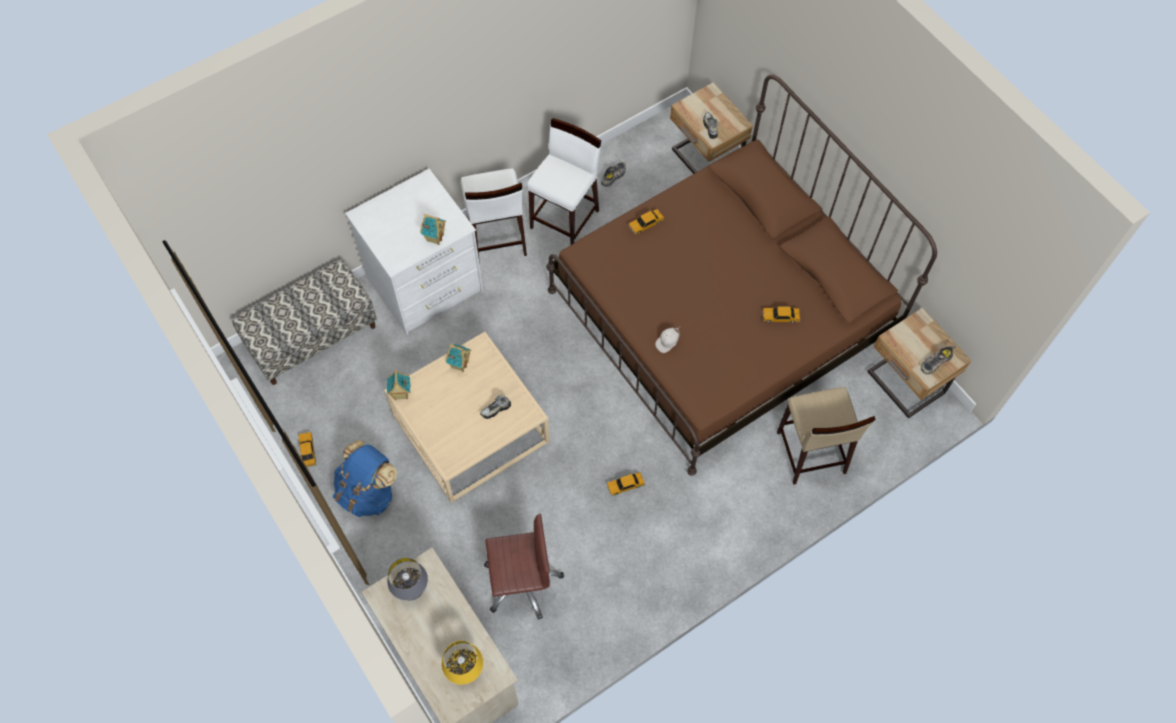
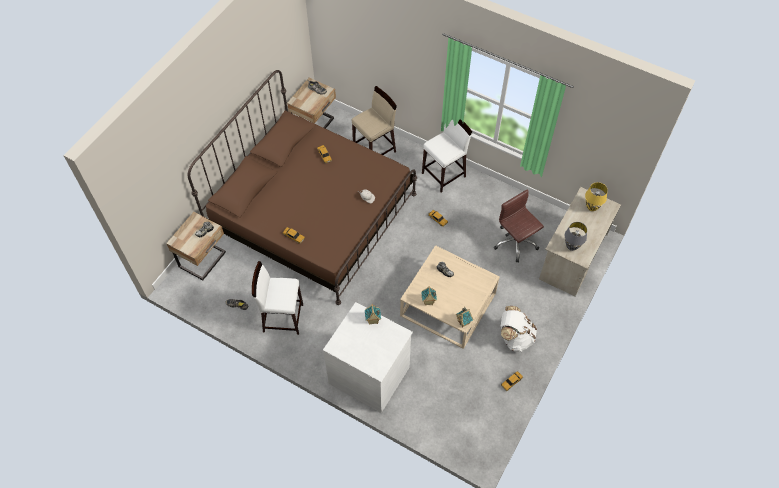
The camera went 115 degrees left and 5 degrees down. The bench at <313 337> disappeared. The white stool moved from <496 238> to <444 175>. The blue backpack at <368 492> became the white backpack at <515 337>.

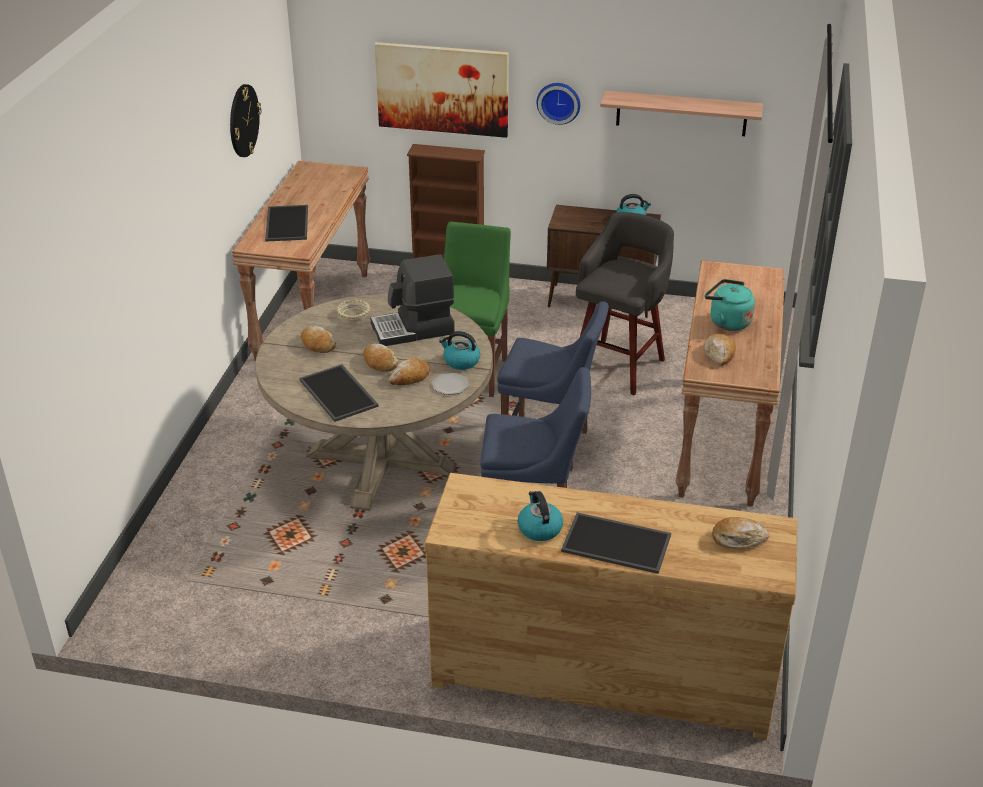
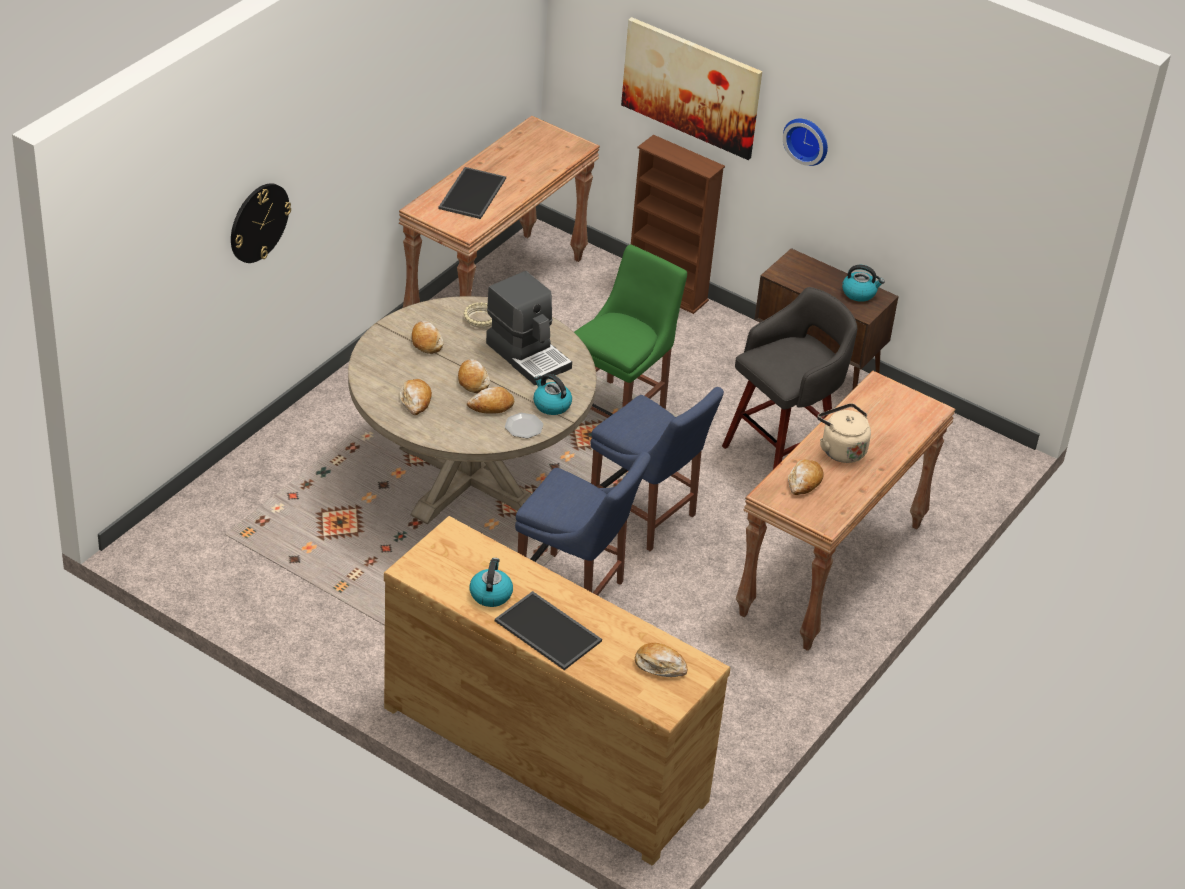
The camera went 20 degrees right and 5 degrees up. The shelf at <681 113> disappeared. The wall clock moved from <243 120> to <258 222>. The tray at <340 393> was replaced by the bread at <415 401>. The turquoise kettle at <727 322> became the beige kettle at <841 449>. The coffee machine at <413 329> turned 135 degrees counterclockwise.

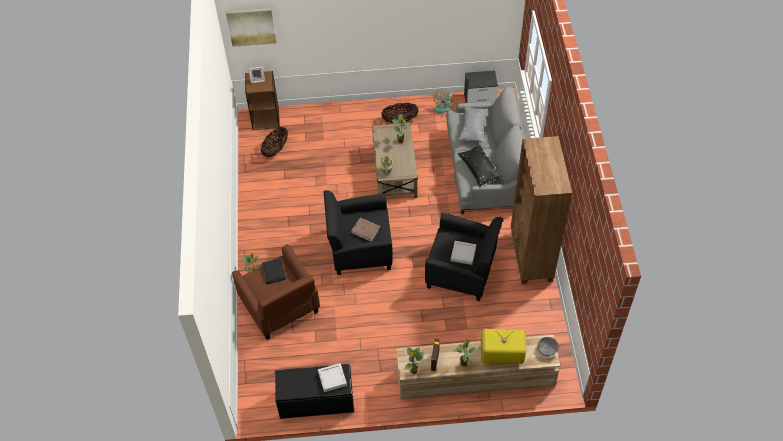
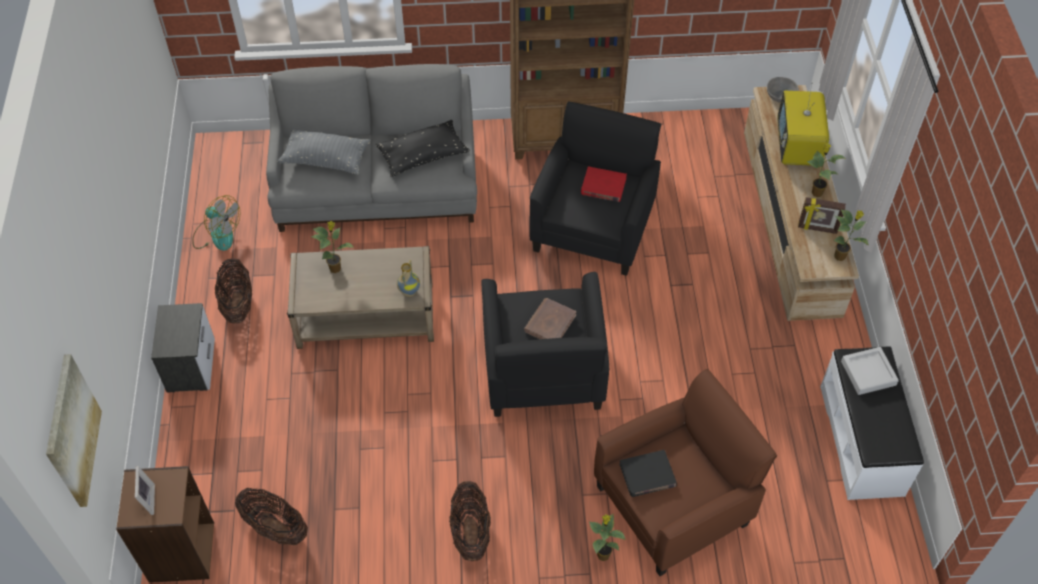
The camera went 90 degrees left and 0 degrees up. The basket at <470 532> appeared. The nightstand moved from <480 100> to <191 364>. The grey tray at <463 254> was replaced by the red book at <603 186>. The black bench at <316 401> became the white bench at <862 440>.

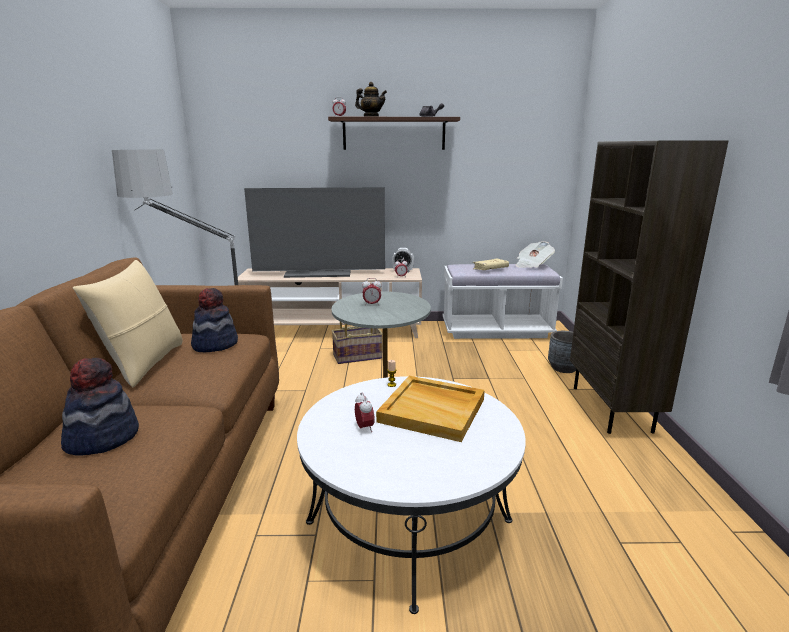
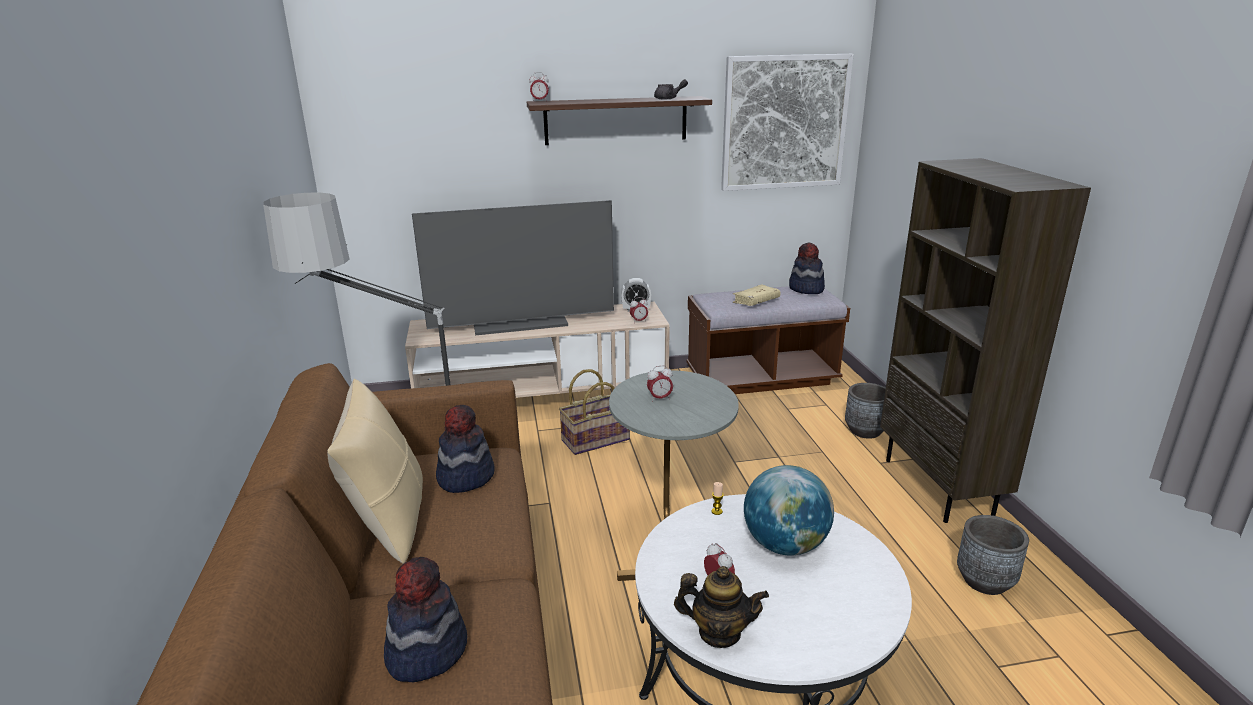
The camera went 10 degrees left and 5 degrees up. The picture at <784 123> appeared. The grey planter at <985 581> appeared. The teapot moved from <371 117> to <719 633>. The beige tray at <433 410> was replaced by the globe at <785 545>. The newspaper at <532 265> was replaced by the hat at <806 289>. The white bench at <496 330> became the brown bench at <761 378>.

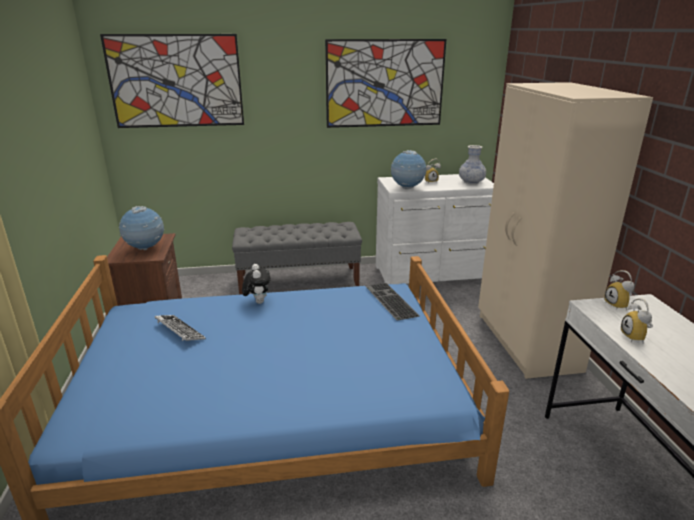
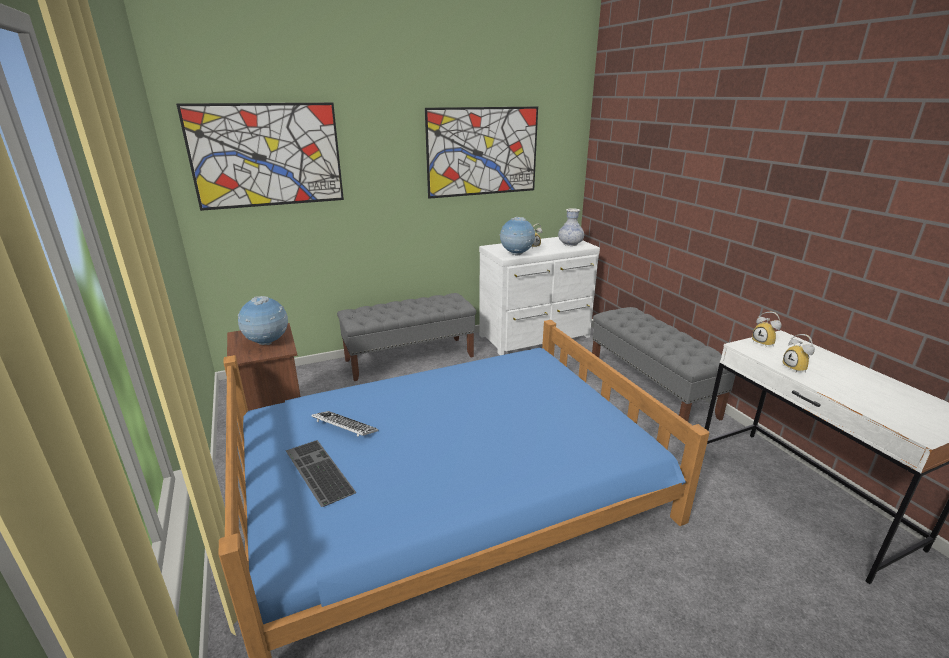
The camera went 15 degrees left and 0 degrees up. The plush toy at <257 301> disappeared. The keyboard moved from <389 300> to <317 471>. The beige wardrobe at <526 343> was replaced by the grey bench at <651 389>.

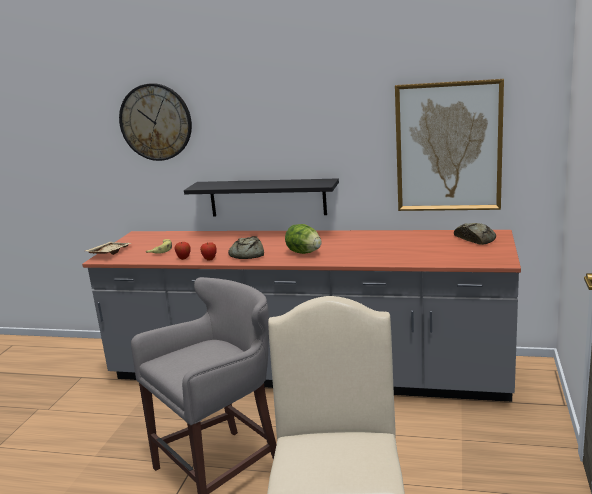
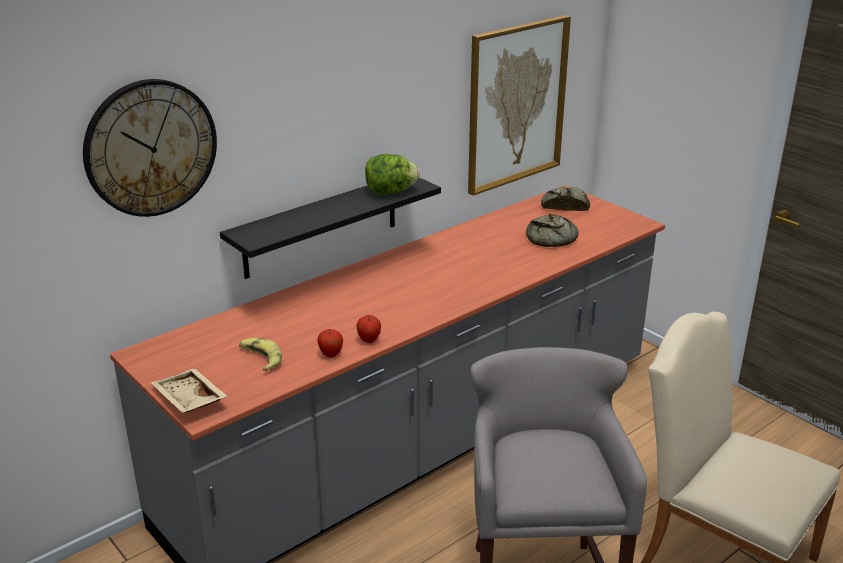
The camera went 55 degrees left and 10 degrees up. The bread moved from <247 254> to <551 239>. The lettuce moved from <304 252> to <390 192>.

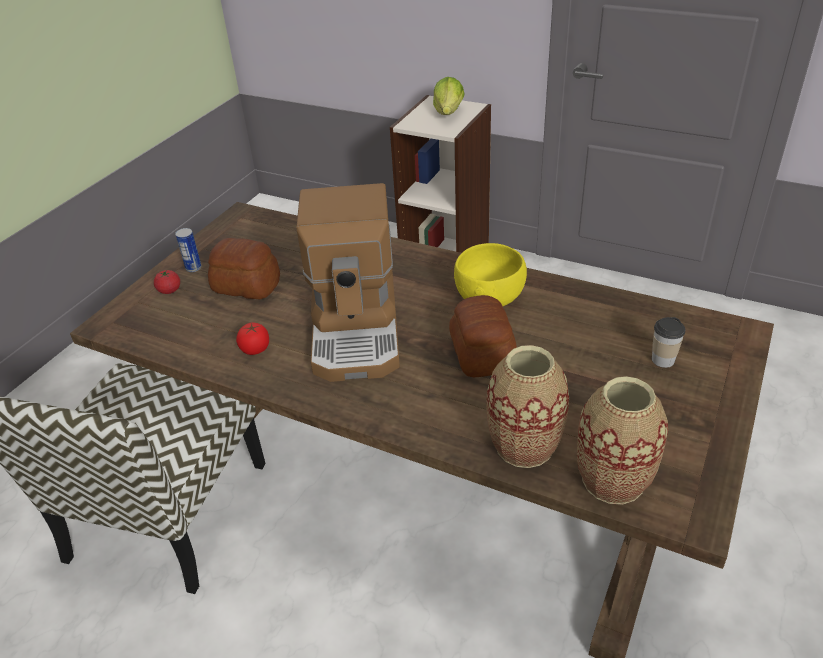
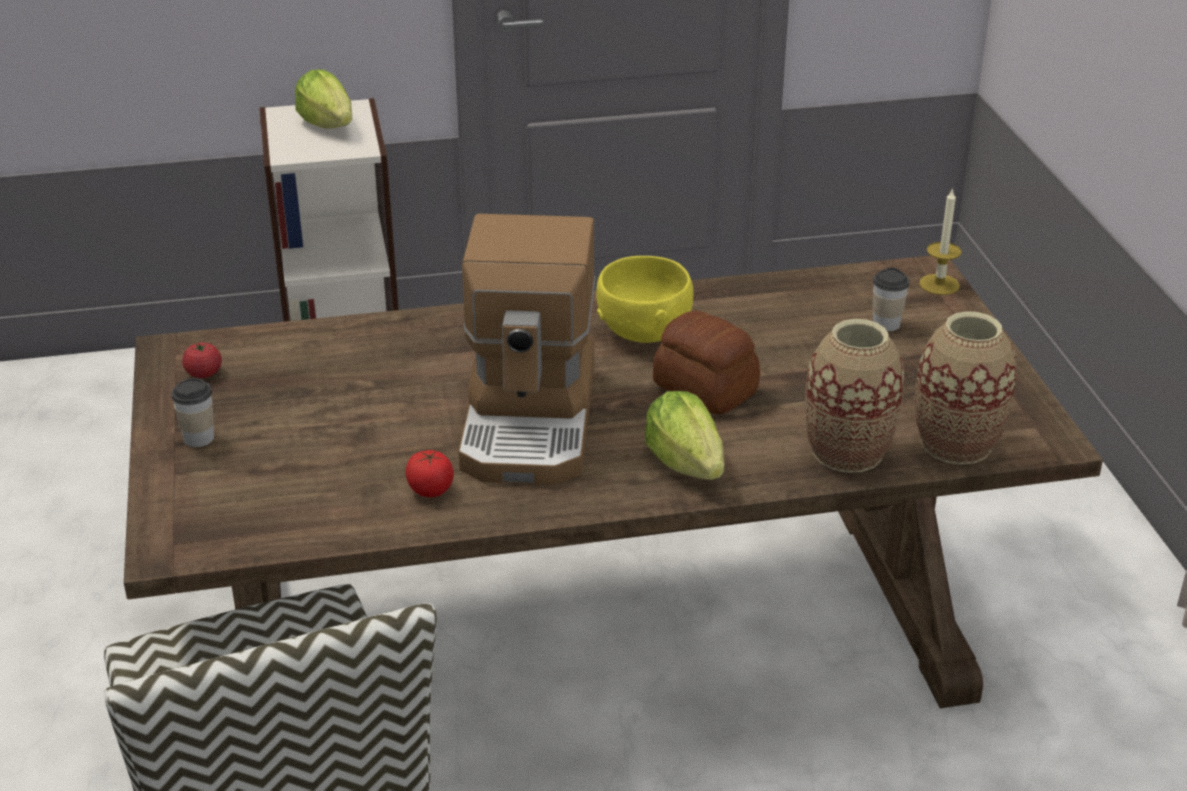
The camera went 40 degrees left and 5 degrees down. The bread at <246 285> disappeared. The lettuce at <686 463> appeared. The candle at <939 284> appeared. The tomato moved from <169 290> to <204 373>. The can at <193 268> was replaced by the cup at <199 438>. The coffee machine at <358 329> turned 45 degrees clockwise.

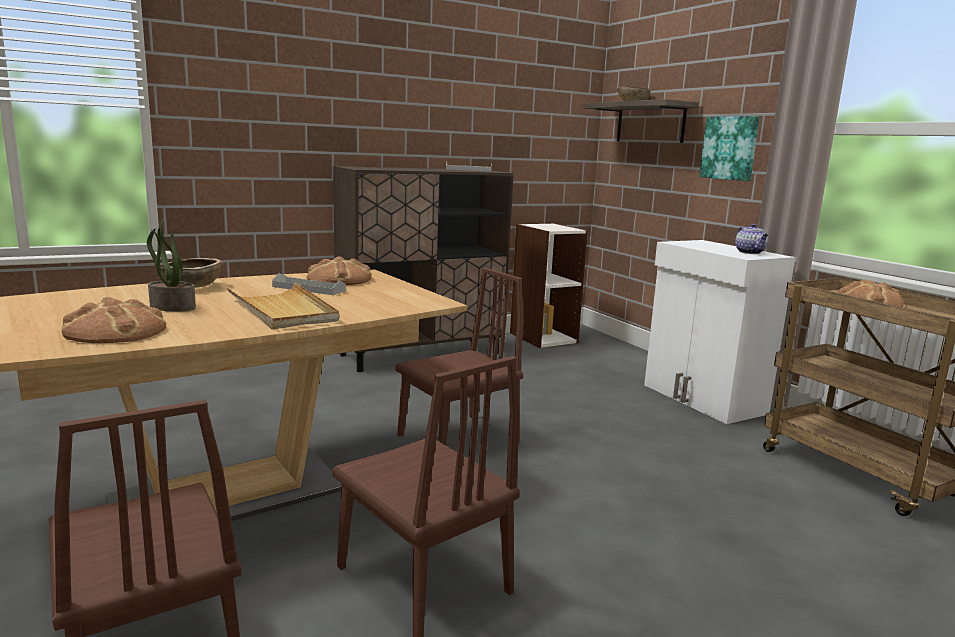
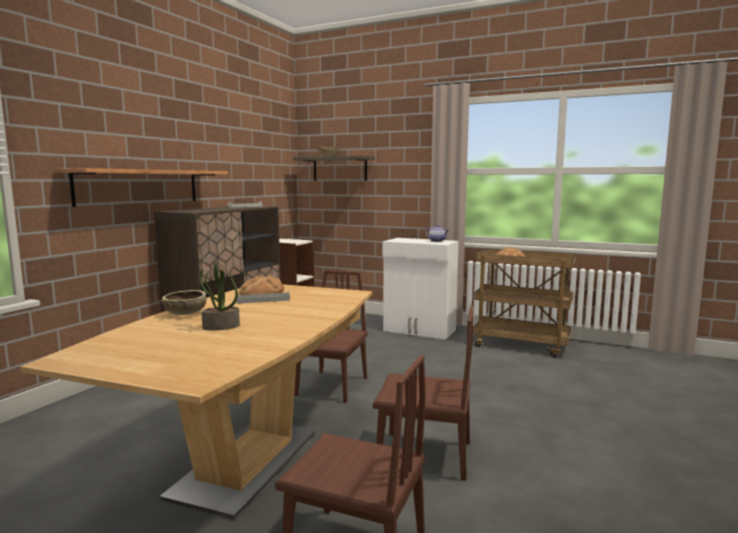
The camera went 35 degrees left and 5 degrees down. The bread at <116 331> disappeared. The beige tray at <283 310> disappeared. The picture at <730 148> disappeared. The shelf at <140 187> appeared.

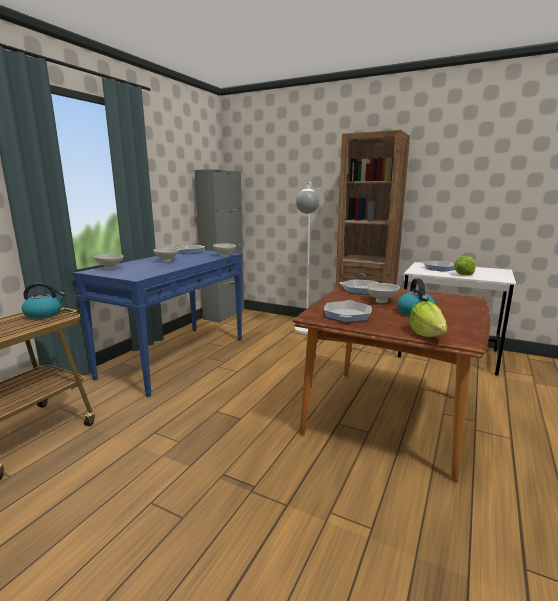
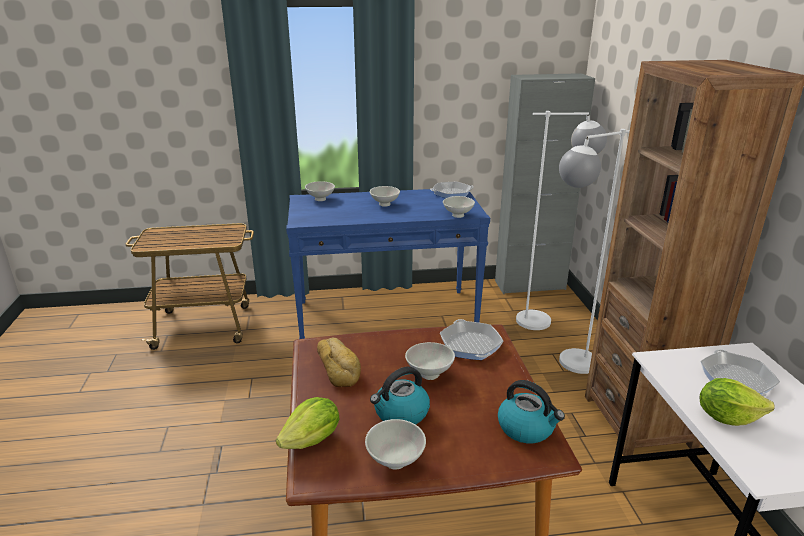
The camera went 55 degrees right and 10 degrees up. The white bowl at <397 461> appeared. The white floor lamp at <545 321> appeared. The kettle moved from <44 314> to <527 428>. The frying pan at <347 315> was replaced by the bread at <338 366>.

